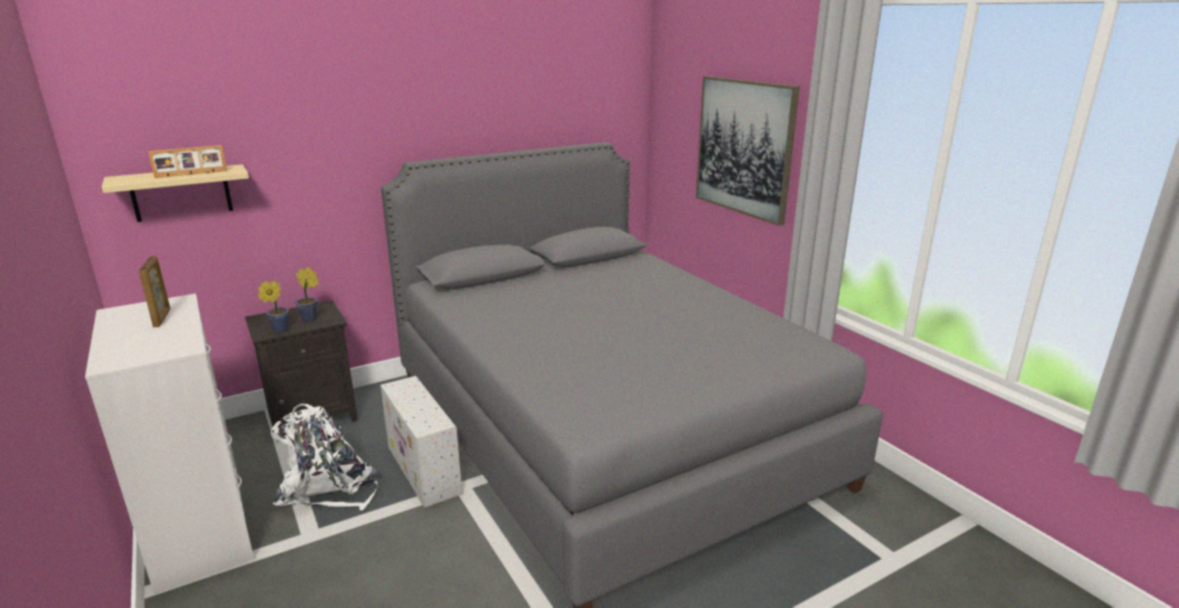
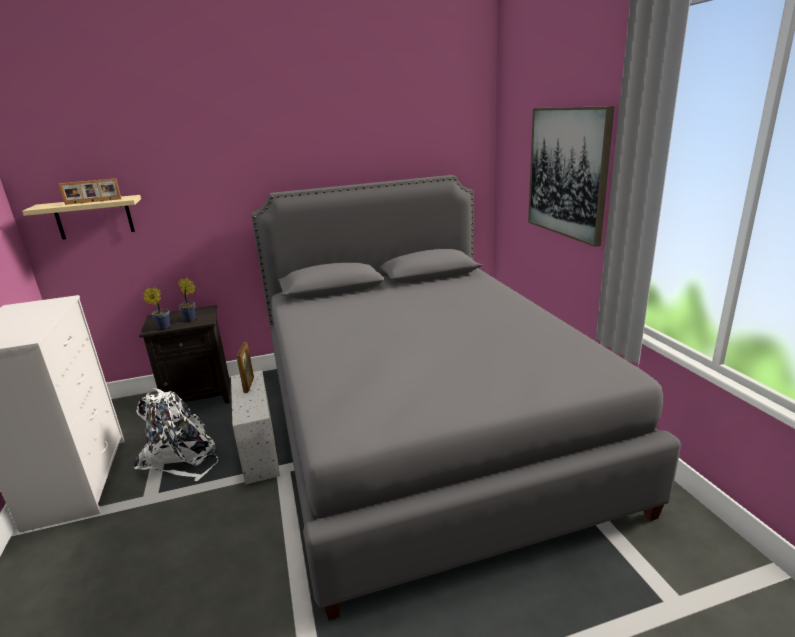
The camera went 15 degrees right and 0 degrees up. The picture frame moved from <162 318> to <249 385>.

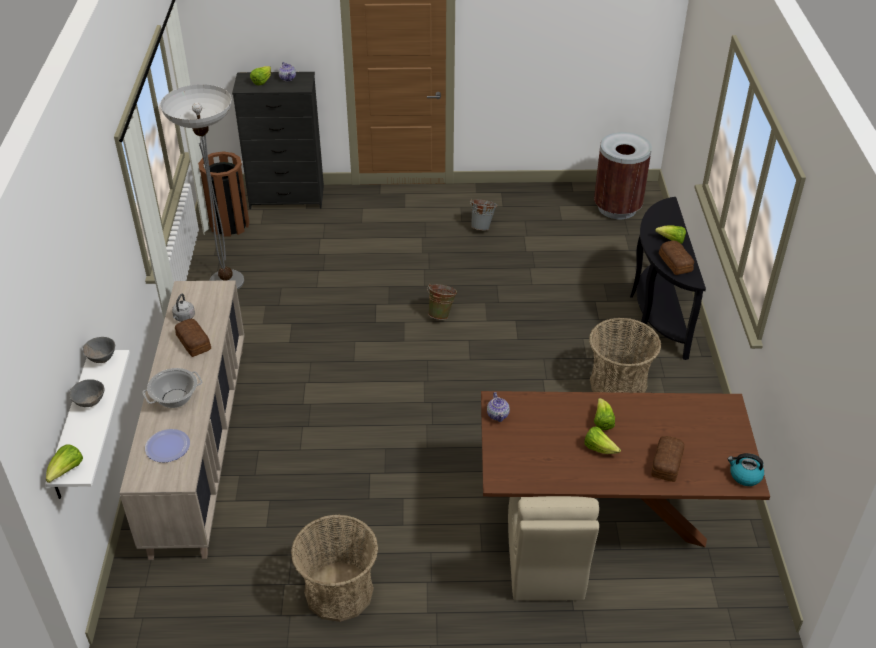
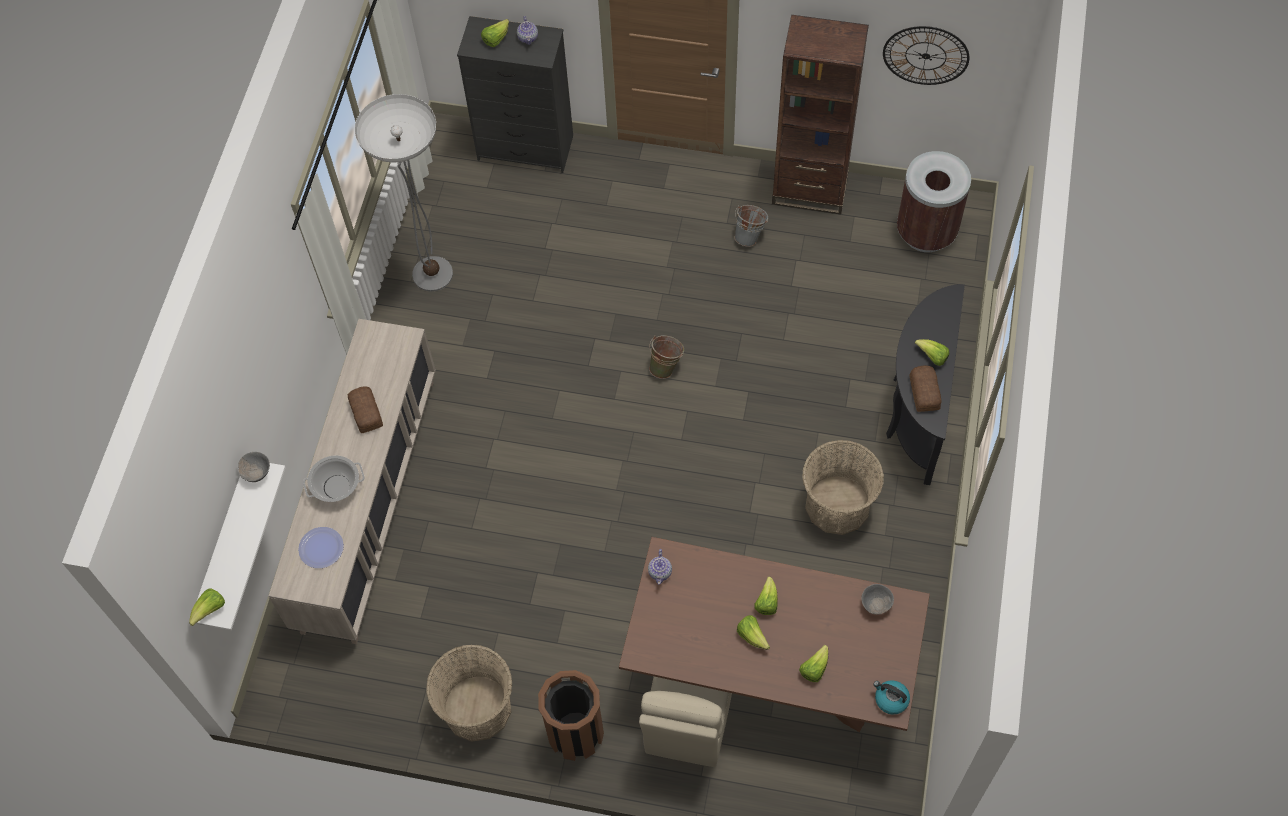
The camera went 15 degrees right and 20 degrees up. The grey kettle at <184 318> disappeared. The brown bookcase at <810 190> appeared. The wall clock at <925 55> appeared. The grey bowl moved from <90 402> to <876 605>. The brown trash can moved from <229 225> to <576 733>. The bread at <665 464> was replaced by the lettuce at <814 668>.

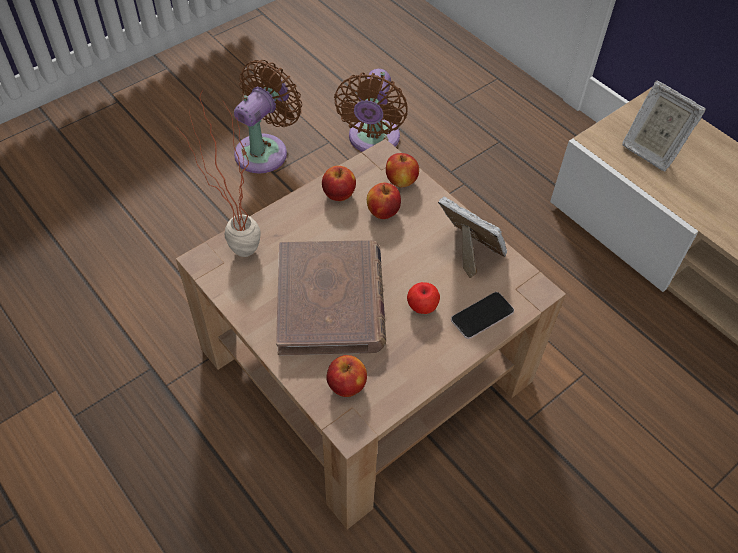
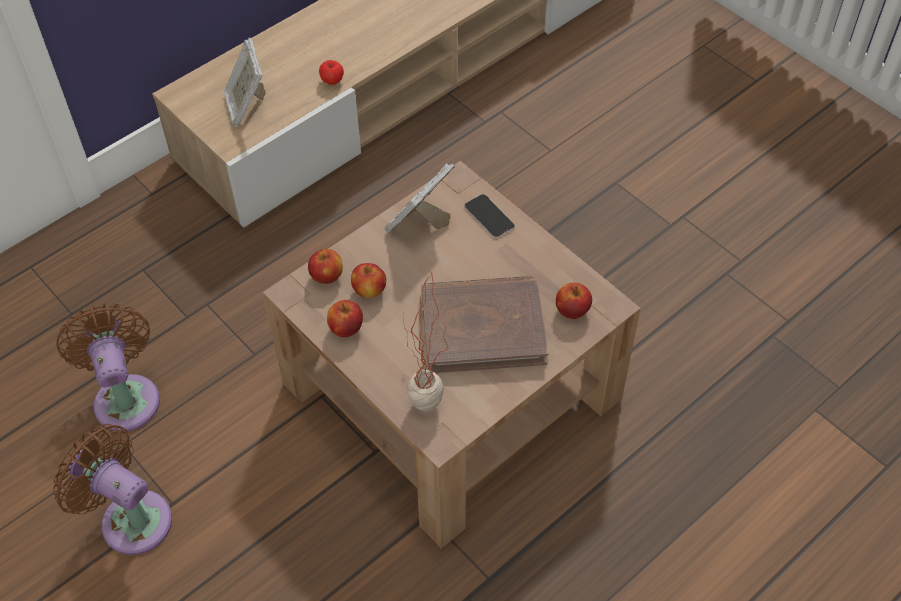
The camera went 90 degrees left and 0 degrees up. The apple moved from <422 306> to <332 81>. The brown fan at <372 140> turned 120 degrees counterclockwise. The picture frame at <650 150> turned 120 degrees clockwise.

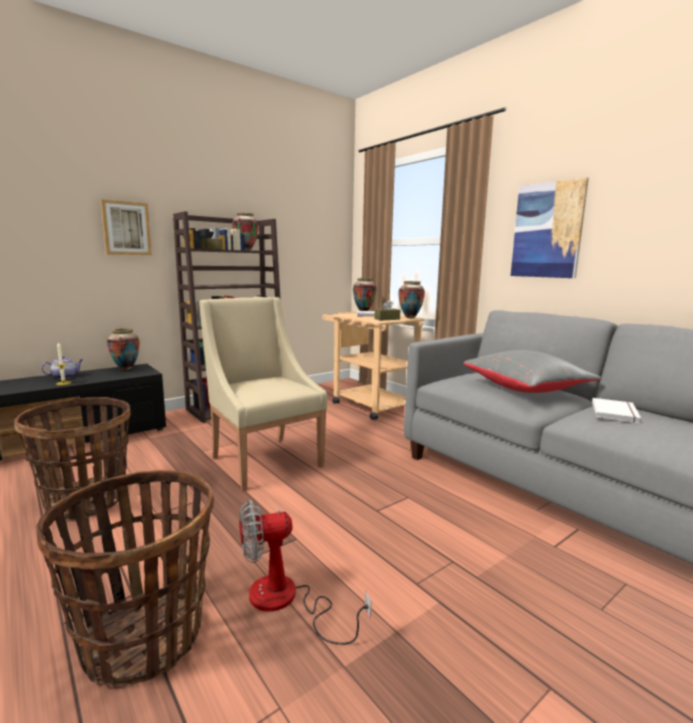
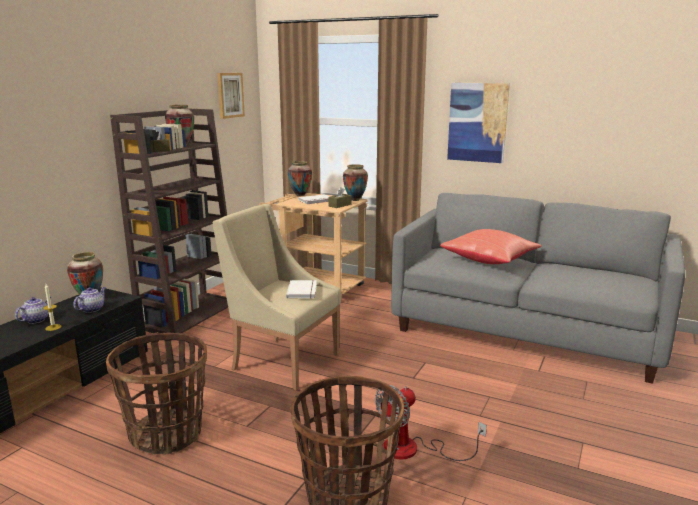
The camera went 25 degrees left and 5 degrees up. The teapot at <92 309> appeared. The picture moved from <126 228> to <230 95>. The white book moved from <616 412> to <303 291>. The grey pillow at <526 389> became the red pillow at <490 260>.

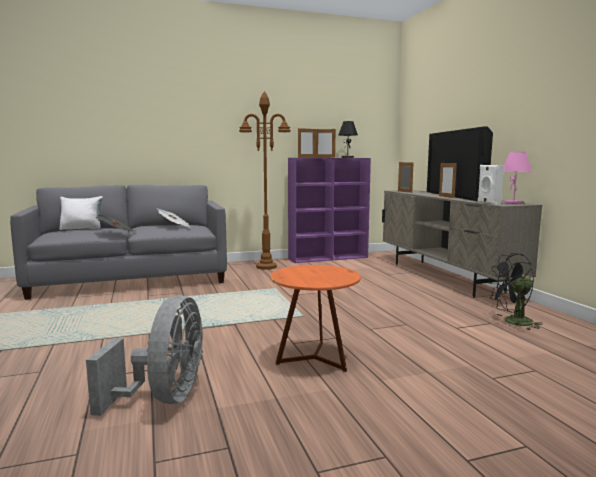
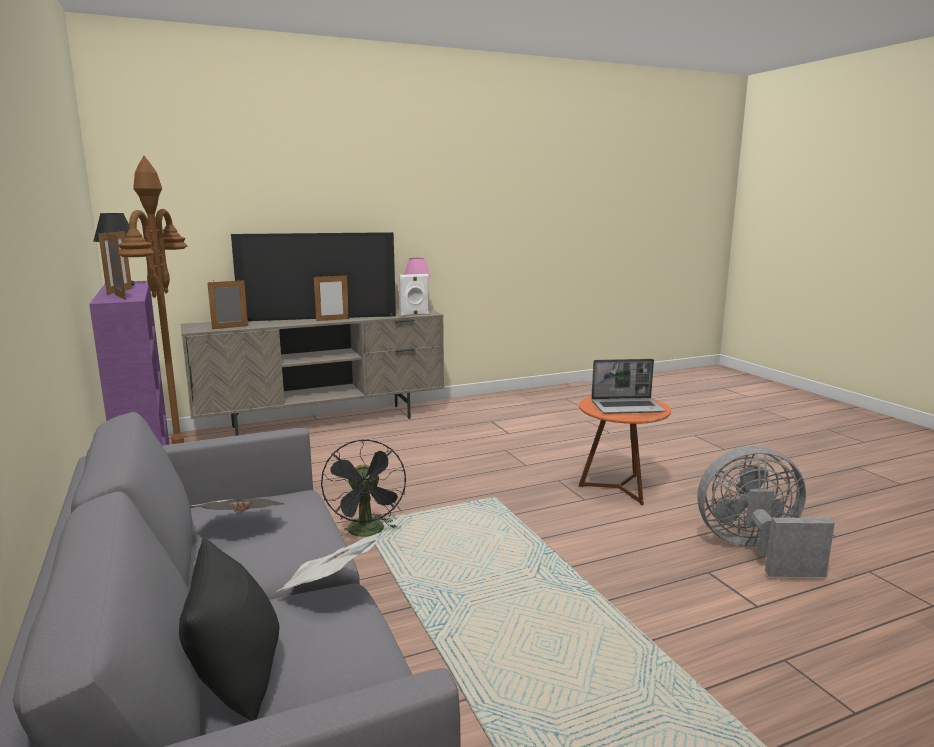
The camera went 95 degrees left and 5 degrees up. The laptop at <628 407> appeared. The black fan moved from <513 322> to <368 533>. The white pillow at <82 229> became the black pillow at <236 676>.

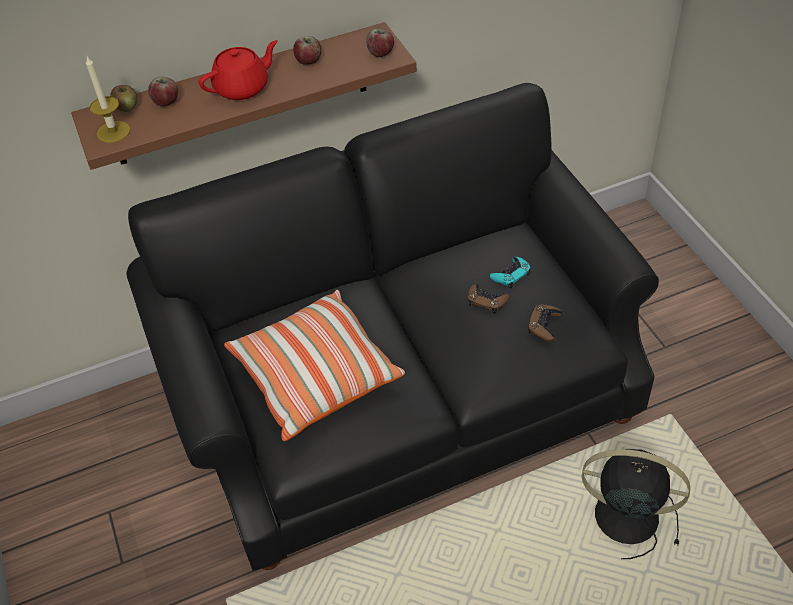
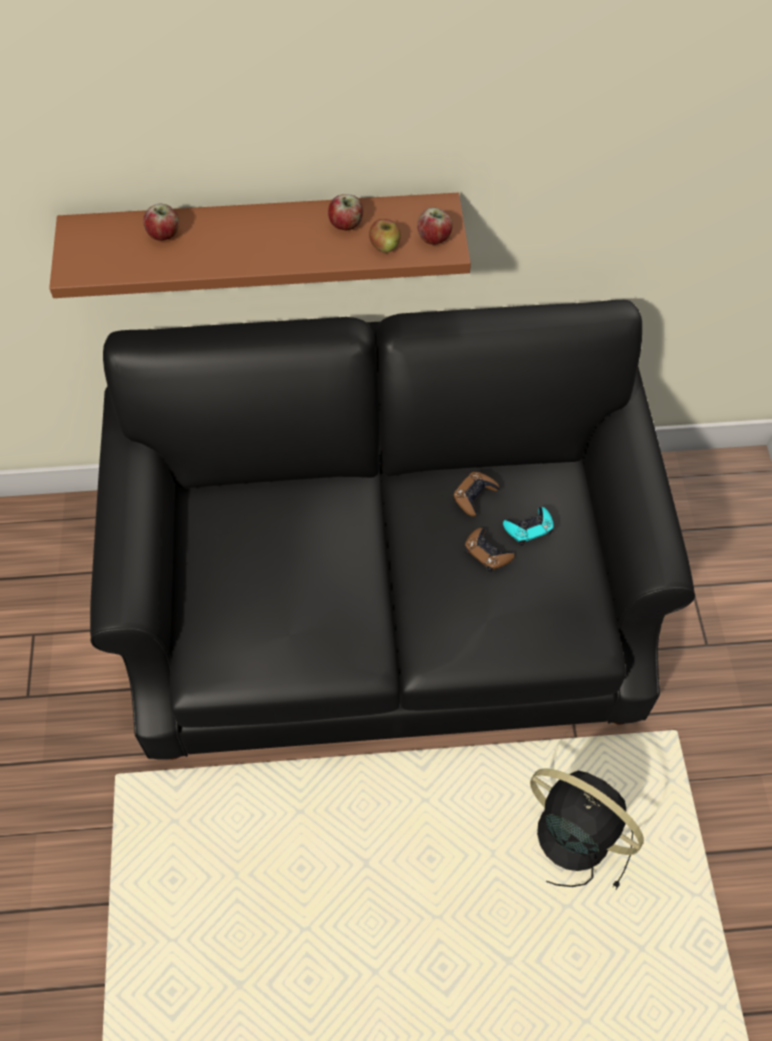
The camera went 15 degrees right and 10 degrees up. The candle at <113 132> disappeared. The red teapot at <243 88> disappeared. The pillow at <315 376> disappeared. The apple moved from <127 107> to <385 245>. The brown game controller moved from <544 325> to <474 496>.

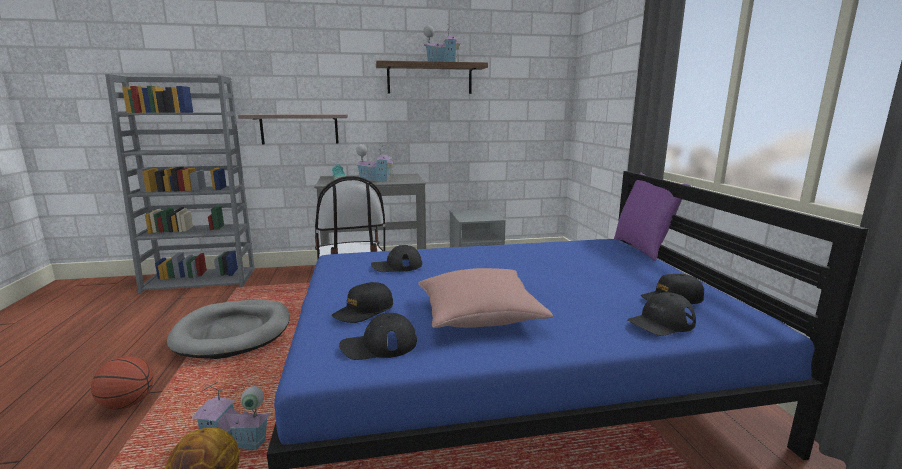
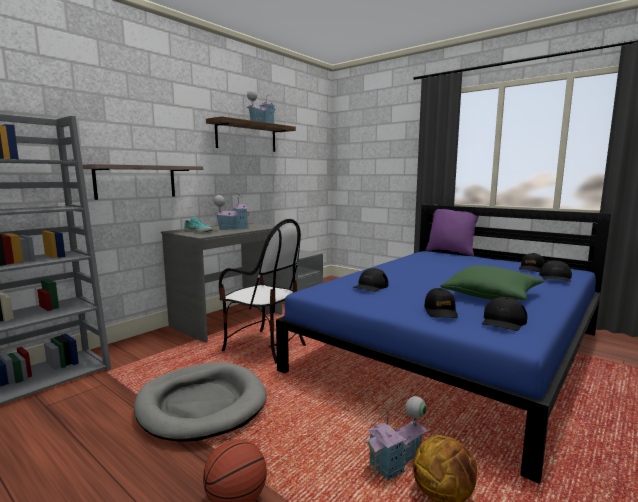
The camera went 40 degrees left and 5 degrees down. The pink pillow at <479 315> became the green pillow at <491 296>.

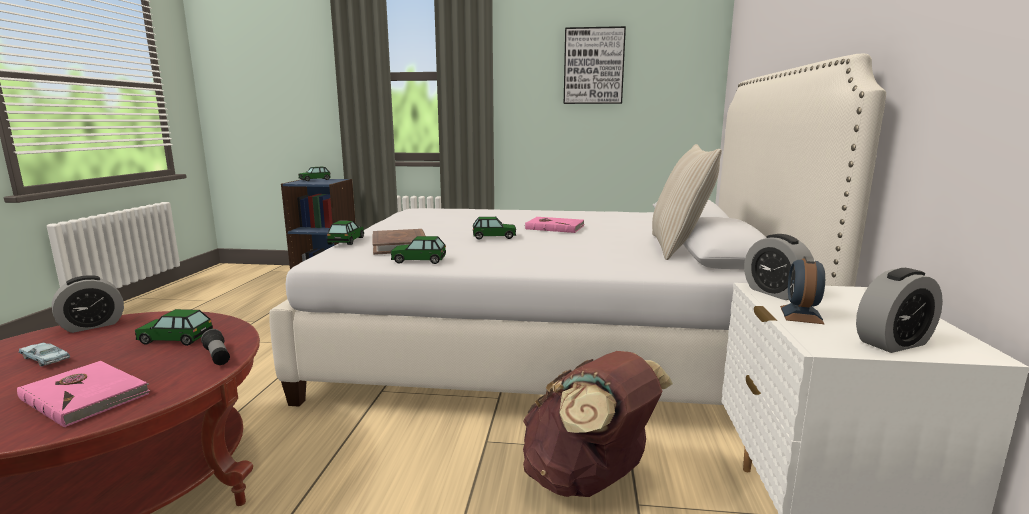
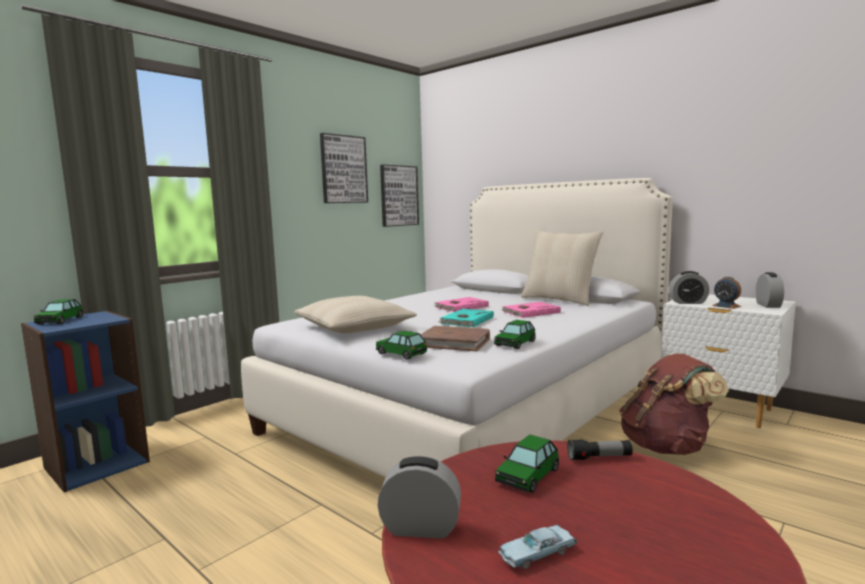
The camera went 55 degrees left and 5 degrees down. The beige pillow at <354 327> appeared. The picture at <398 196> appeared. The pink book moved from <87 395> to <530 312>. The toy car at <494 236> was replaced by the turquoise book at <466 320>. The alarm clock at <92 325> turned 75 degrees counterclockwise.

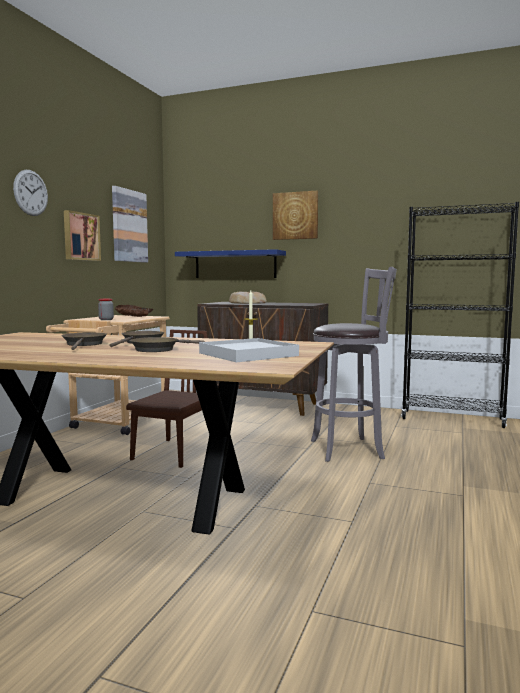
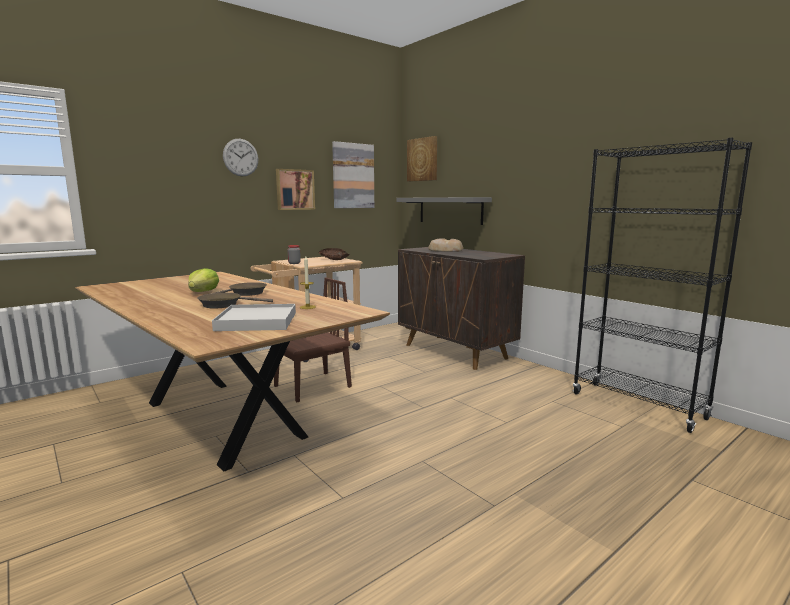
The camera went 30 degrees right and 5 degrees up. The grey stool at <350 449> disappeared. The picture moved from <295 216> to <422 159>. The brown frying pan at <84 344> was replaced by the lettuce at <203 292>. The blue shelf at <235 265> became the grey shelf at <450 210>.

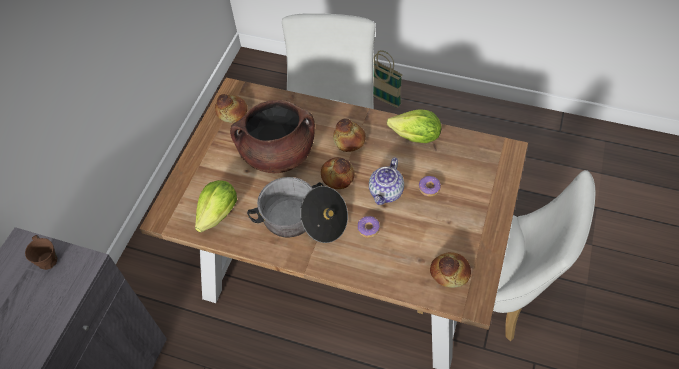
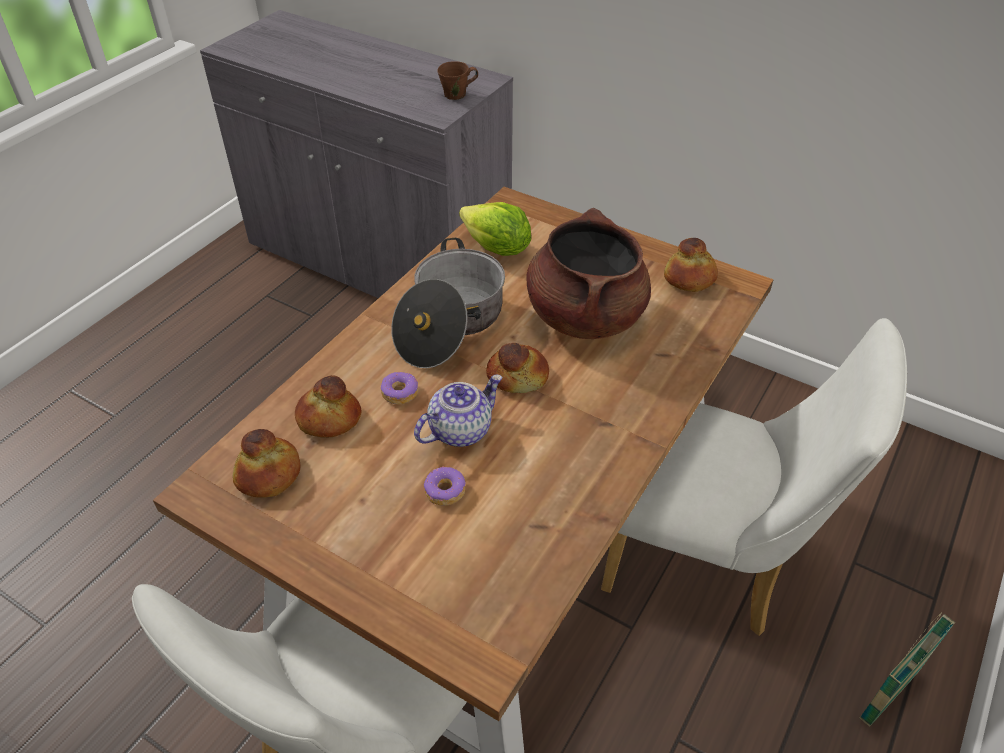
The camera went 100 degrees right and 10 degrees down. The lettuce at <416 137> disappeared. The bread moved from <349 140> to <328 419>. The teapot at <386 192> turned 105 degrees clockwise.

